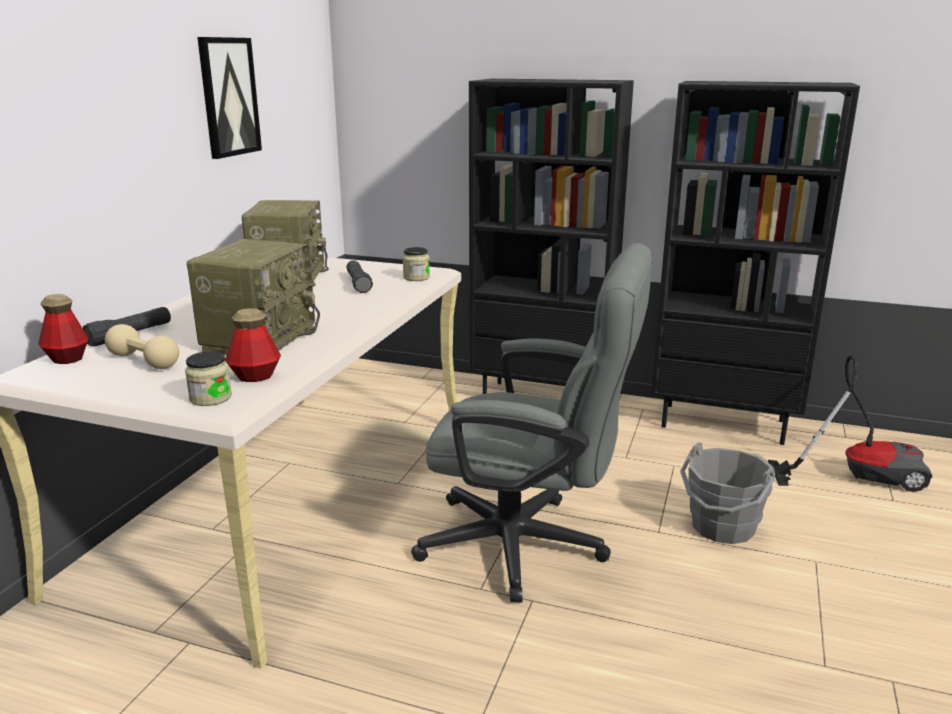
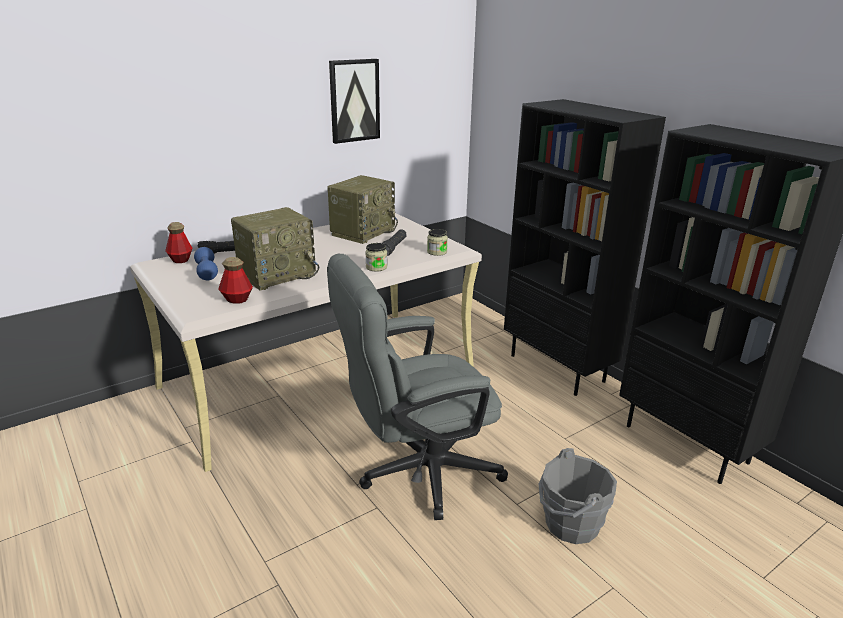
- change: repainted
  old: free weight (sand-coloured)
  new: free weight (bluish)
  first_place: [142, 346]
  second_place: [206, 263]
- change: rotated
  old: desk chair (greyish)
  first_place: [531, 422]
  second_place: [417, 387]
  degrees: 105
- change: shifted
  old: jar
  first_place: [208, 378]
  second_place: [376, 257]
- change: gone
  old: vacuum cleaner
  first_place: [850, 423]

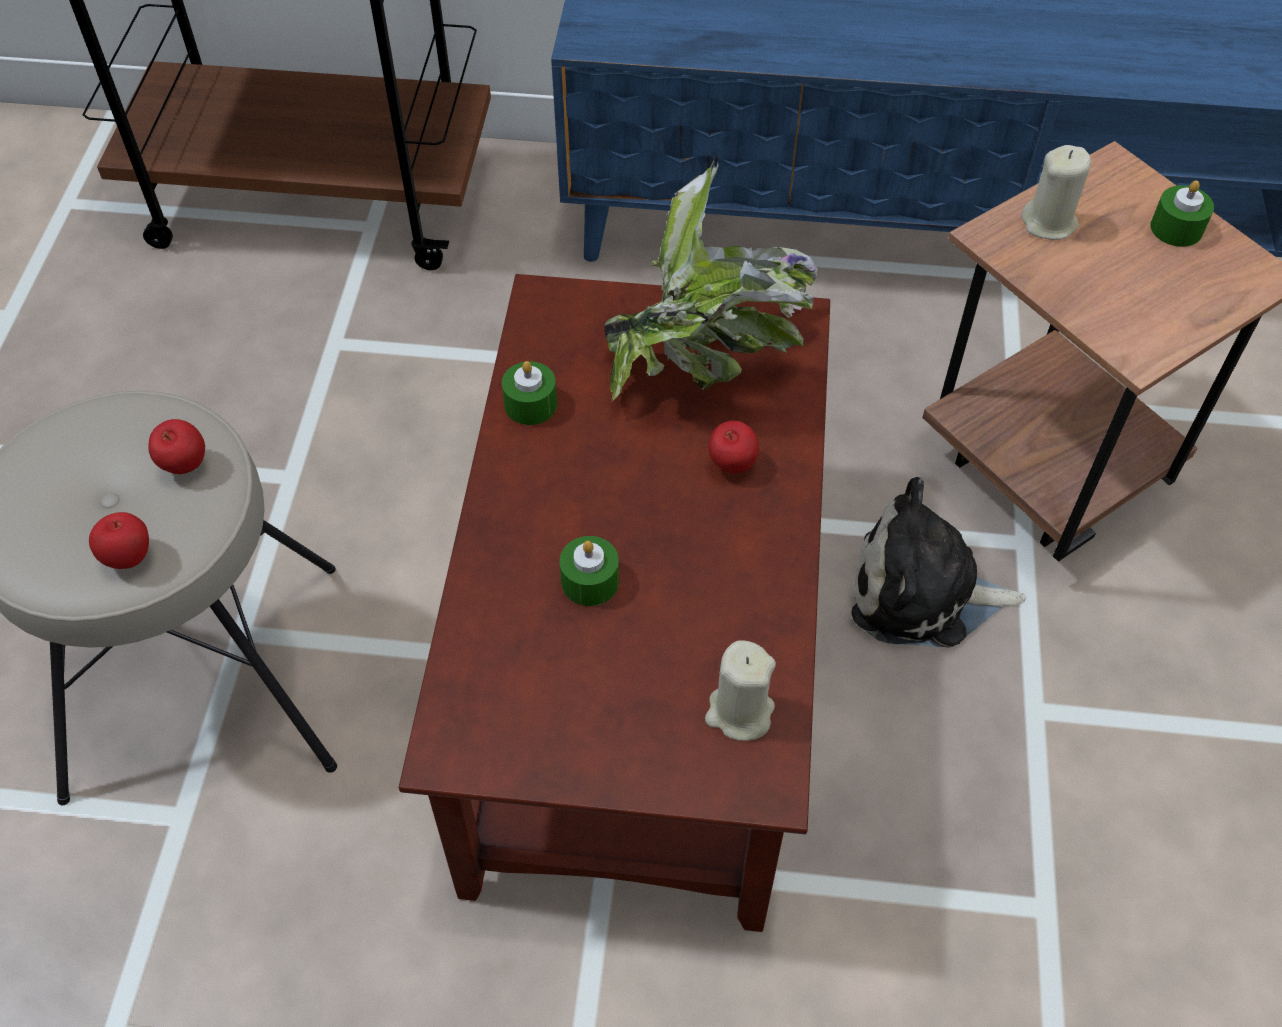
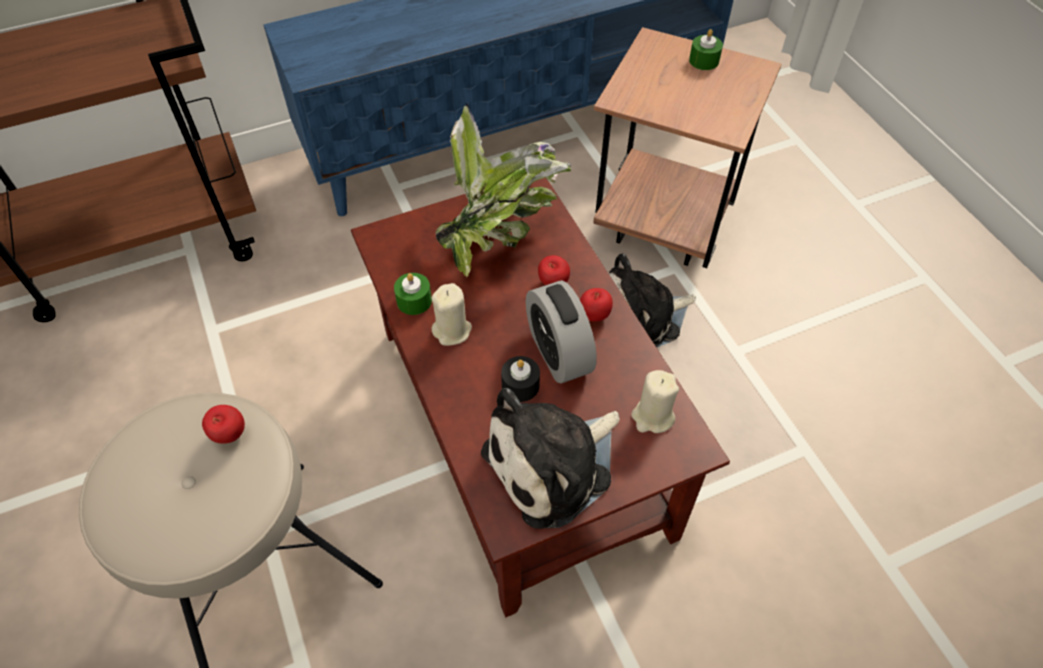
- change: shifted
  old: candle (sand-coloured)
  first_place: [1056, 192]
  second_place: [452, 314]
- change: new
  new: plush toy
  second_place: [550, 458]
- change: repainted
  old: candle (greenish)
  new: candle (blackish)
  first_place: [589, 571]
  second_place: [520, 379]
- change: new
  new: bedside clock
  second_place: [561, 332]
- change: shifted
  old: apple
  first_place: [119, 540]
  second_place: [596, 305]

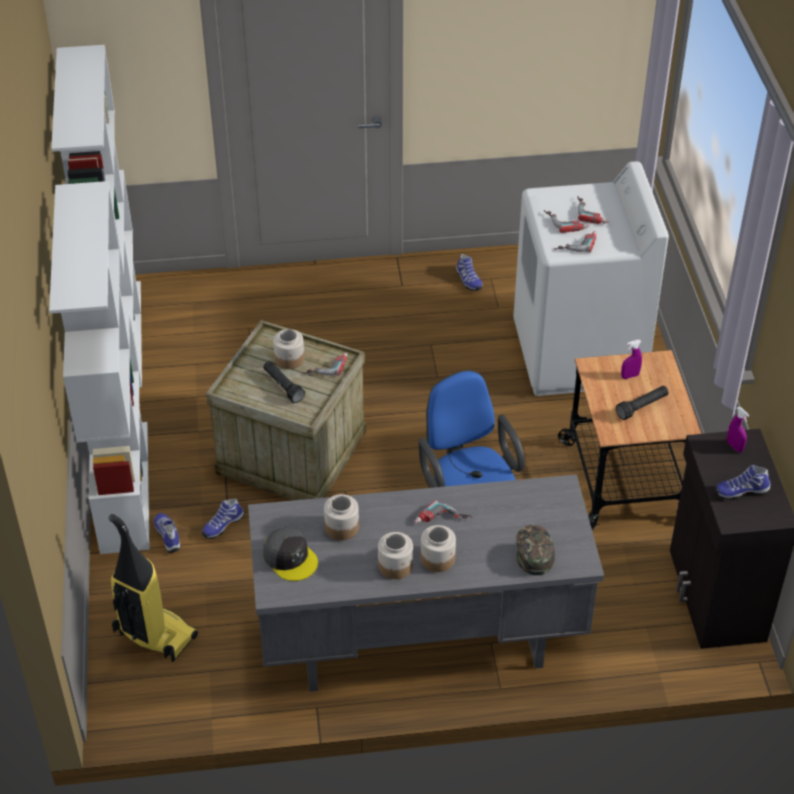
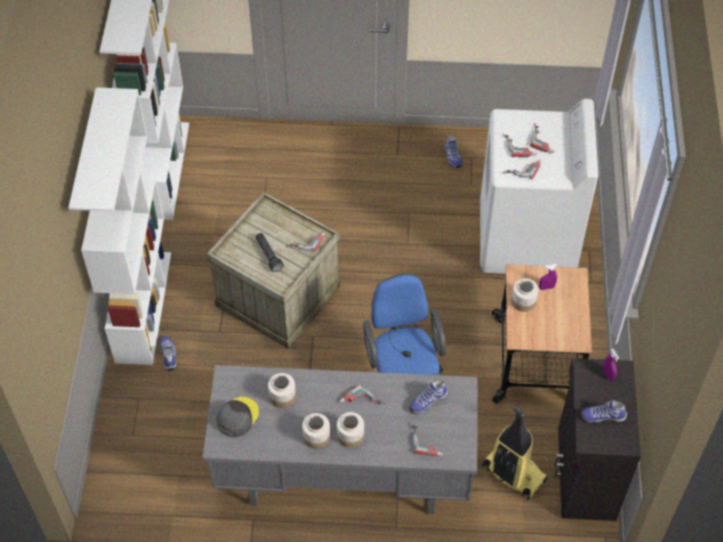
- change: rotated
  old: baseball cap (greyish)
  first_place: [290, 554]
  second_place: [238, 417]
  degrees: -120
- change: shifted
  old: shoe
  first_place: [223, 519]
  second_place: [428, 397]
- change: swapped
  old: baseball cap (greenish)
  new: drill
  first_place: [535, 550]
  second_place: [427, 439]
- change: shifted
  old: vacuum cleaner
  first_place: [153, 588]
  second_place: [515, 453]
- change: shifted
  old: jar
  first_place: [288, 349]
  second_place: [525, 295]
- change: gone
  old: torch (blackish)
  first_place: [642, 403]

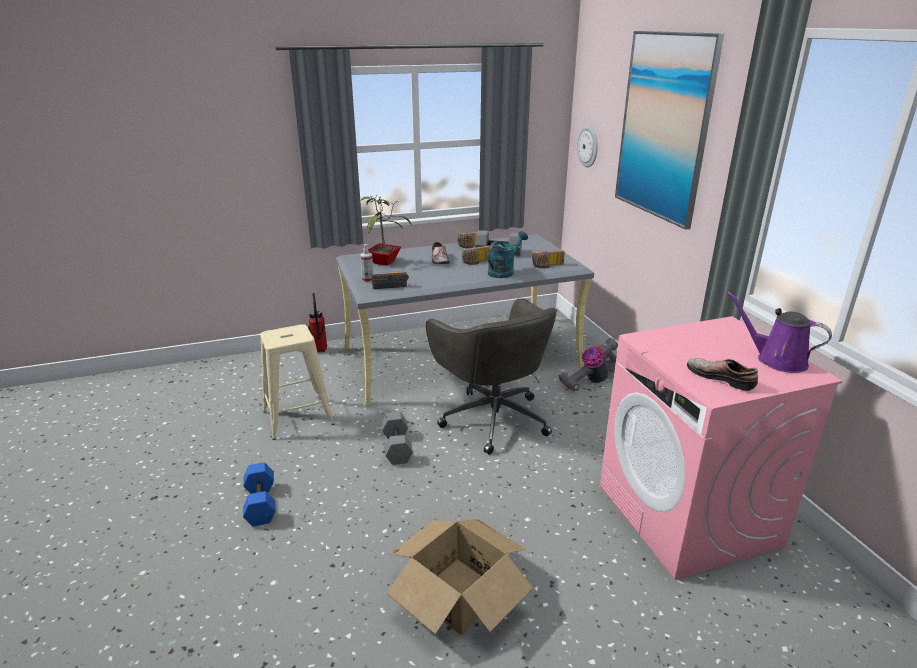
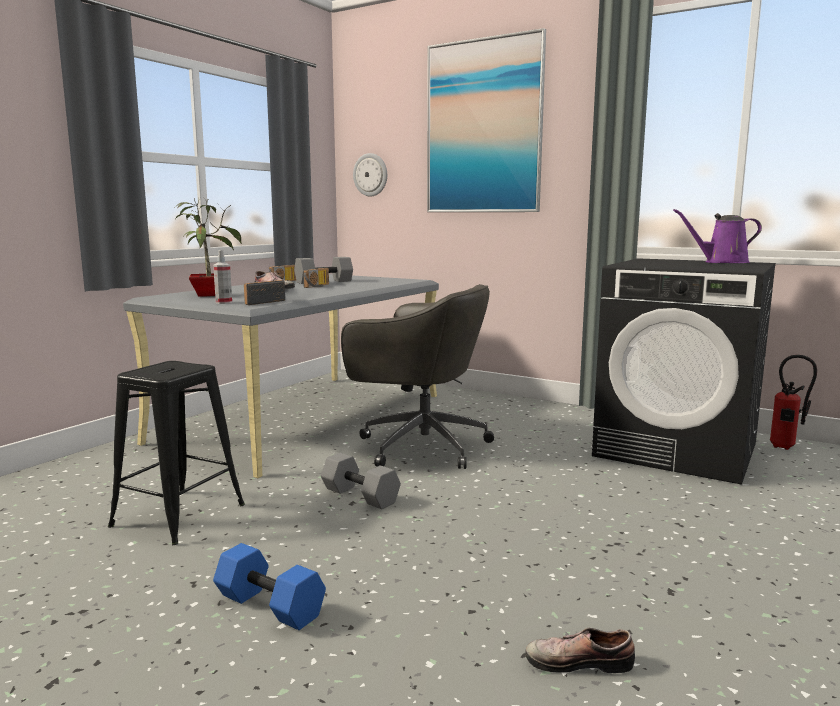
- change: repainted
  old: stool seat (sand-coloured)
  new: stool seat (blackish)
  first_place: [297, 382]
  second_place: [176, 453]
- change: shifted
  old: shoe
  first_place: [722, 374]
  second_place: [580, 650]
- change: repainted
  old: washing machine (pink)
  new: washing machine (blackish)
  first_place: [721, 448]
  second_place: [684, 371]
- change: shifted
  old: fire extinguisher
  first_place: [317, 323]
  second_place: [793, 402]
- change: gone
  old: carton
  first_place: [459, 577]
- change: gone
  old: watering pot (turquoise)
  first_place: [507, 254]
- change: gone
  old: radio receiver
  first_place: [548, 259]
- change: gone
  old: vacuum cleaner
  first_place: [588, 365]

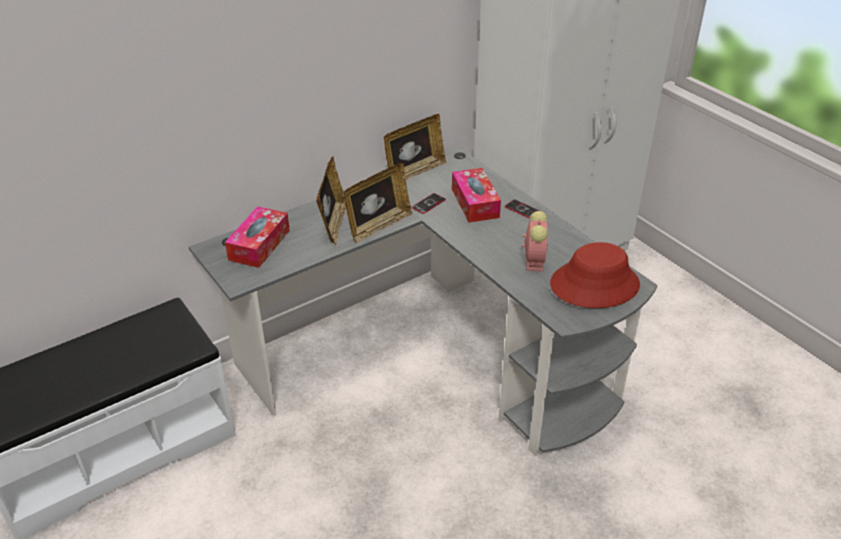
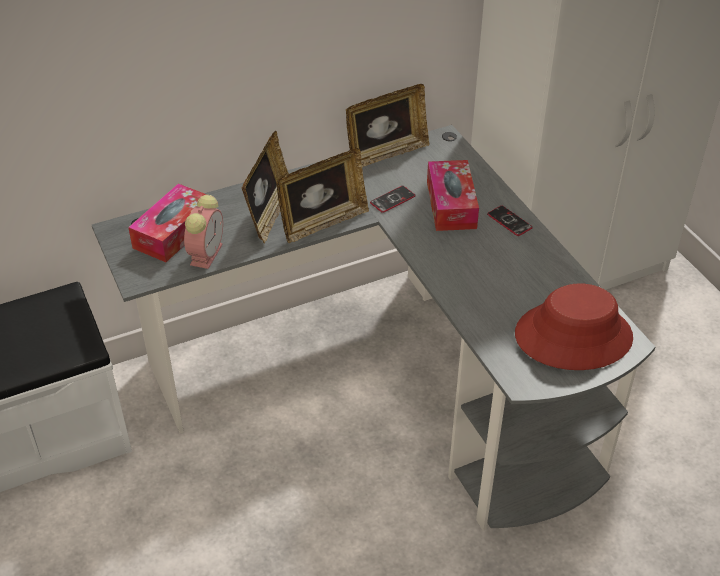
- change: shifted
  old: bedside clock
  first_place: [535, 241]
  second_place: [203, 232]

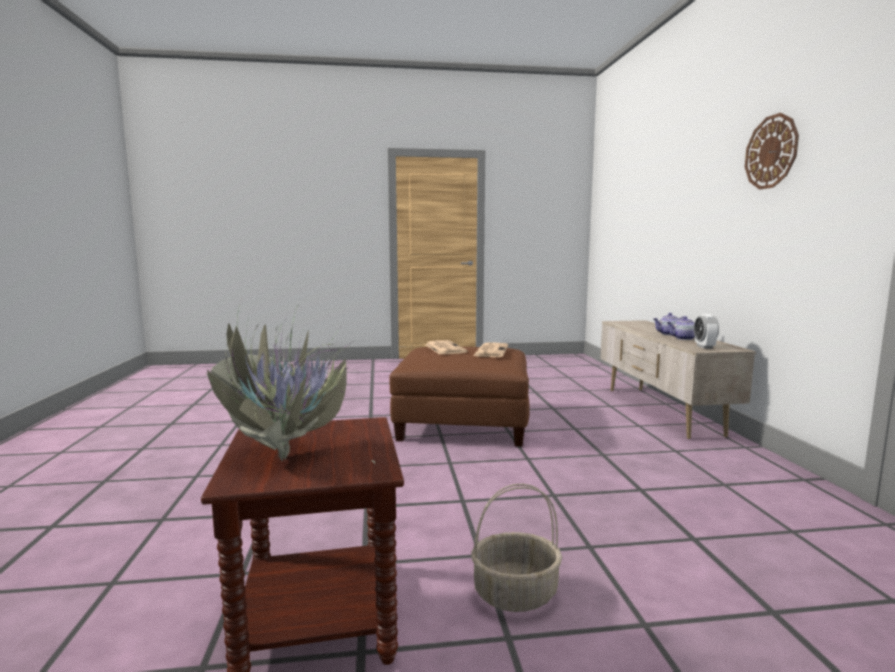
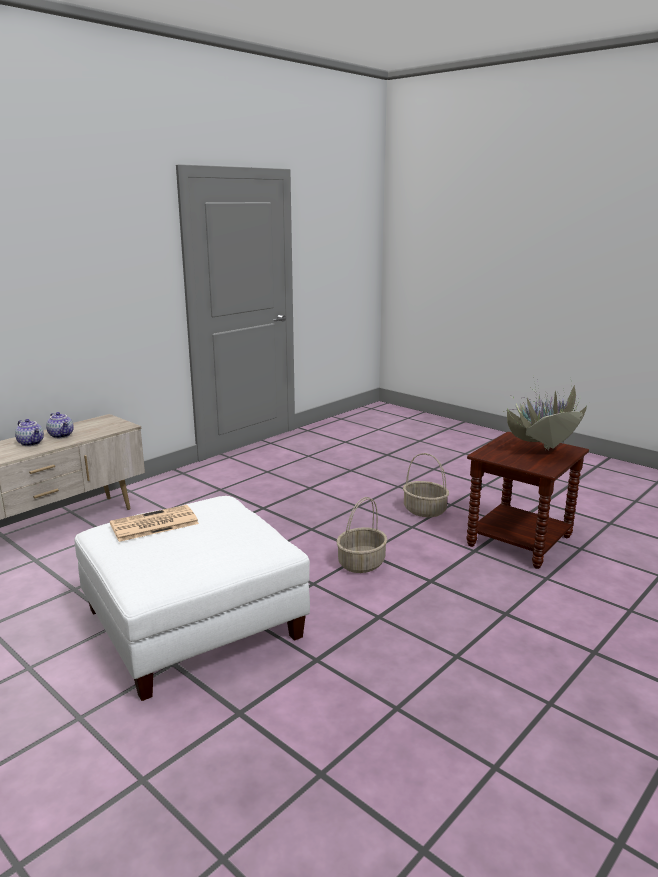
- change: repainted
  old: footrest (brown-coloured)
  new: footrest (white)
  first_place: [459, 396]
  second_place: [192, 598]
- change: new
  new: basket
  second_place: [361, 535]
- change: gone
  old: printed paper
  first_place: [446, 347]
- change: gone
  old: bedside clock
  first_place: [706, 331]
- change: gone
  old: hanging clock
  first_place: [772, 151]

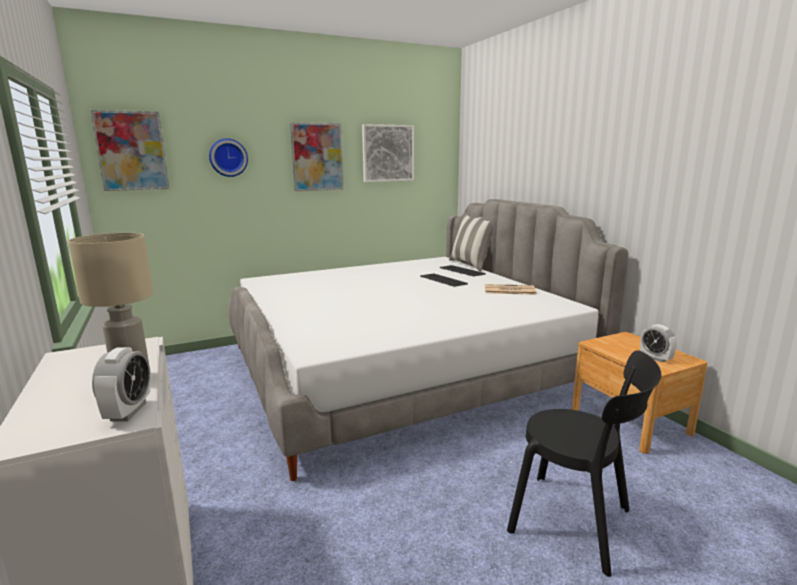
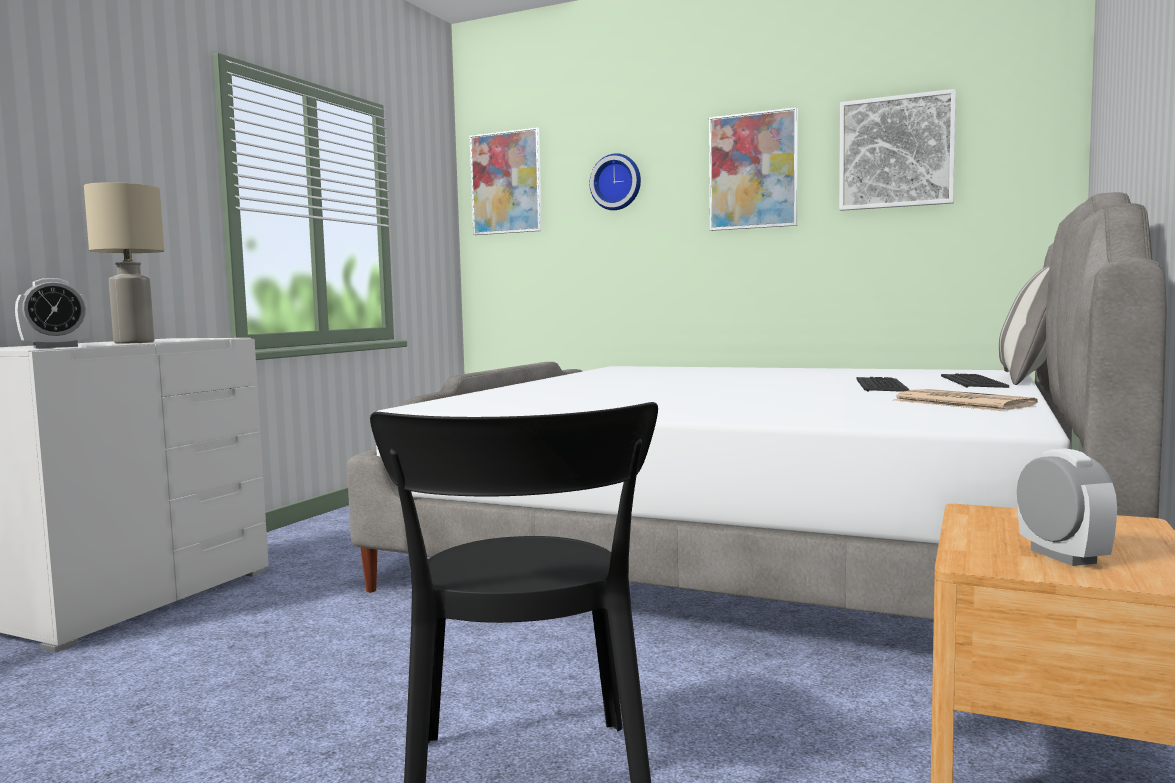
- change: rotated
  old: bedside clock
  first_place: [658, 343]
  second_place: [1067, 507]
  degrees: 150

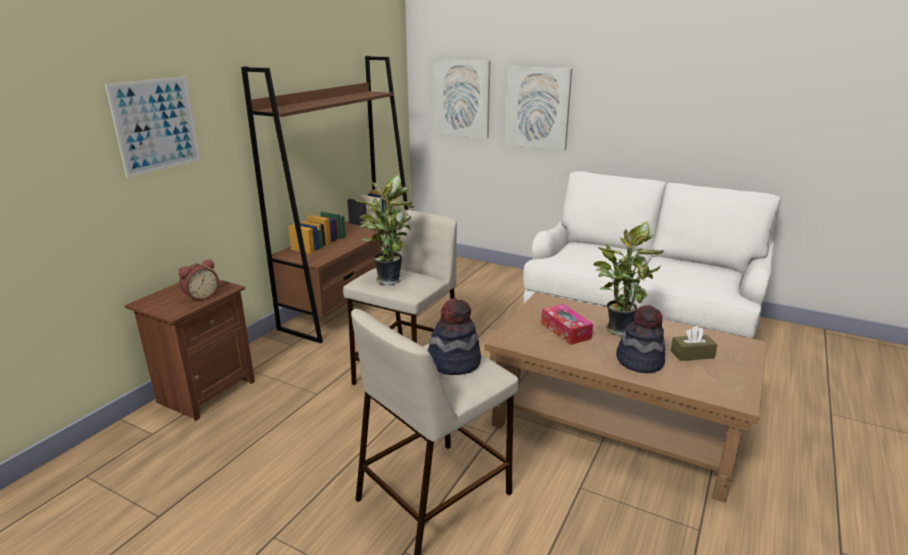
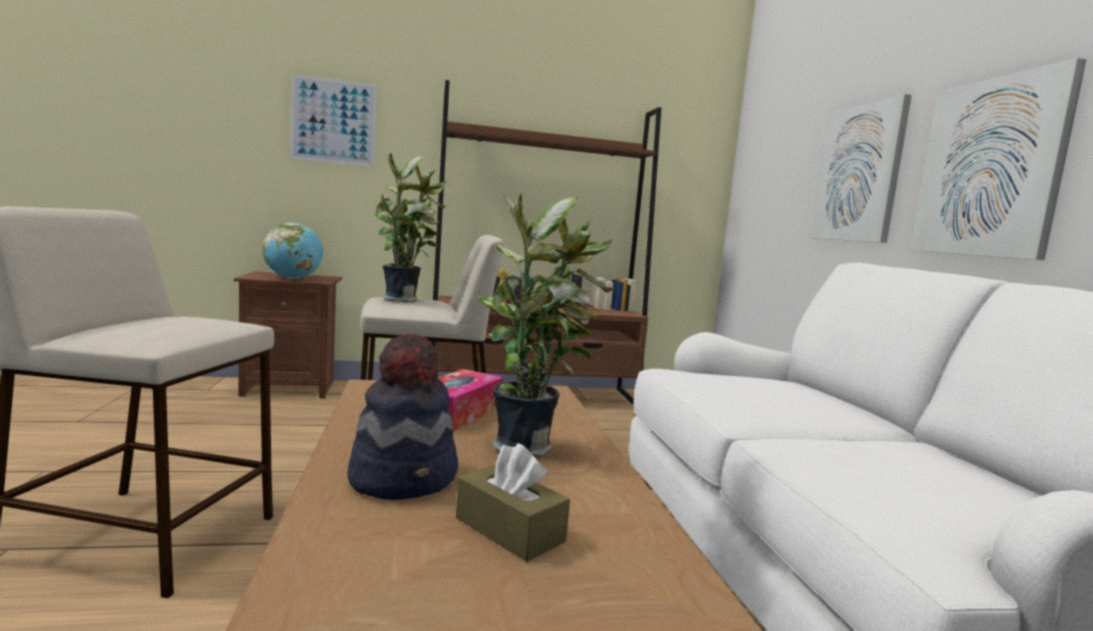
- change: swapped
  old: bedside clock
  new: desk globe
  first_place: [199, 280]
  second_place: [293, 250]
- change: shifted
  old: wall picture
  first_place: [462, 98]
  second_place: [999, 159]
- change: gone
  old: clothing hat
  first_place: [454, 336]

